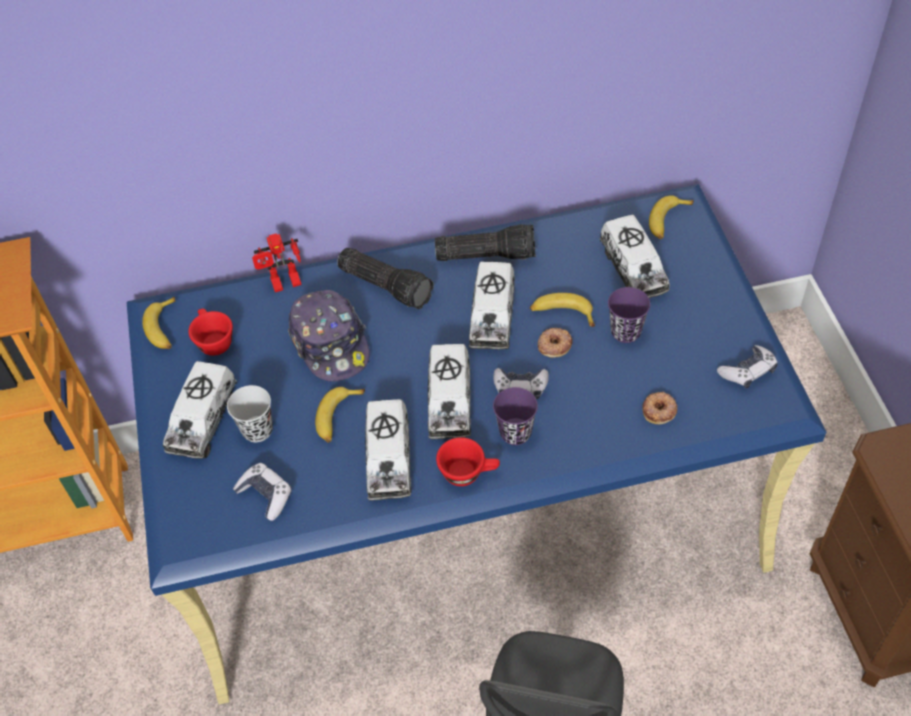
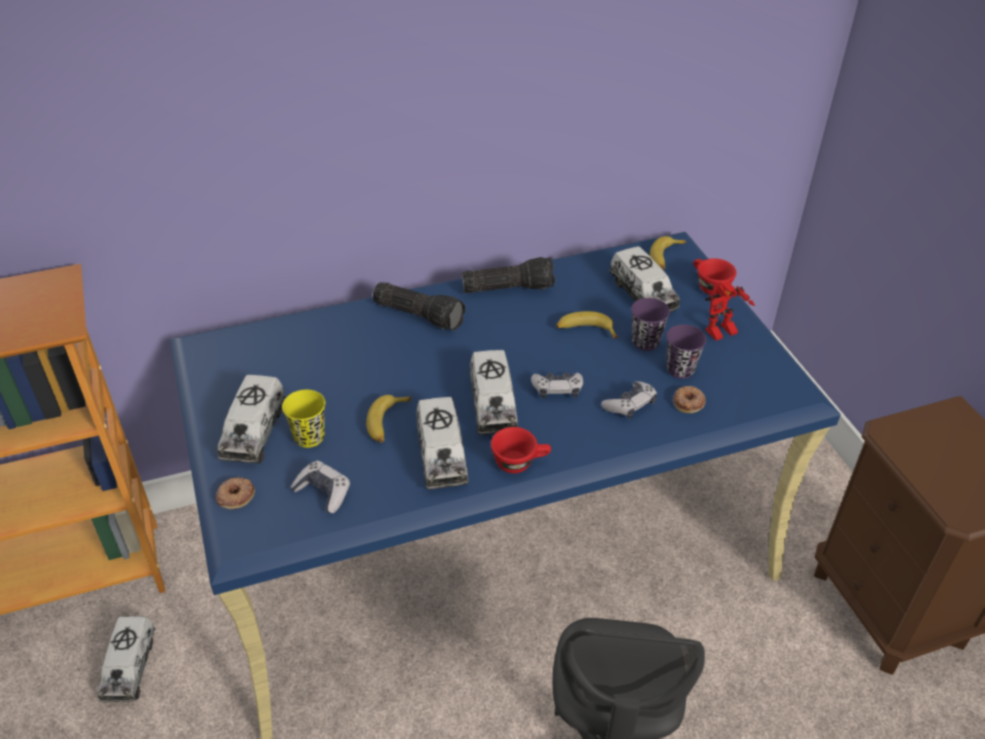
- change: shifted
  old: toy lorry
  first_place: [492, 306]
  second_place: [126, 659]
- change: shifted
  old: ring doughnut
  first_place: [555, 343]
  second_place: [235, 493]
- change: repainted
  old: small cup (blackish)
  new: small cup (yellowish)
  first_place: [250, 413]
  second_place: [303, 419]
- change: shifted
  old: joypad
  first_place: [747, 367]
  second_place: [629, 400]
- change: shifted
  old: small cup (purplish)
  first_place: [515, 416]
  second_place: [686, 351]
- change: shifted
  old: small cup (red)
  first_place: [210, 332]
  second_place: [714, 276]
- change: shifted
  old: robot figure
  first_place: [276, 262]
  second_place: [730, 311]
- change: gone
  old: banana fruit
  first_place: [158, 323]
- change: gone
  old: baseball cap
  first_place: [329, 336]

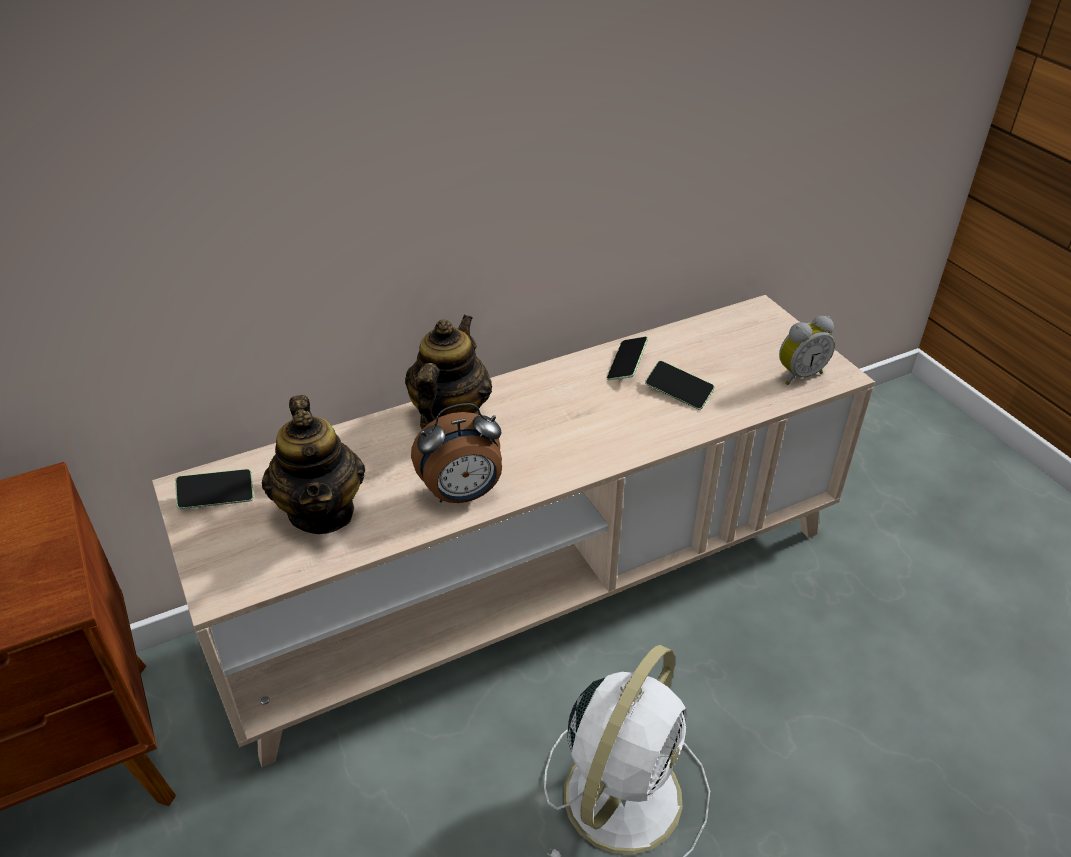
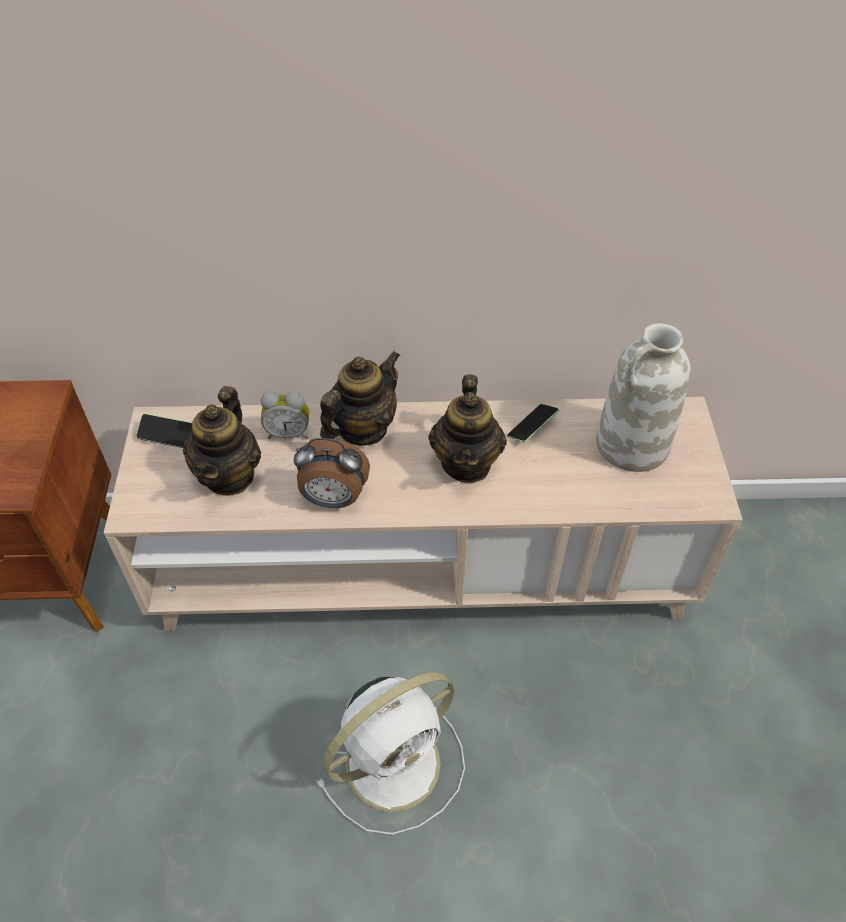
- change: shifted
  old: bedside clock
  first_place: [807, 350]
  second_place: [285, 415]
- change: new
  new: pot for tea
  second_place: [468, 428]
- change: new
  new: vase (white)
  second_place: [643, 397]
- change: gone
  old: phone
  first_place: [680, 385]

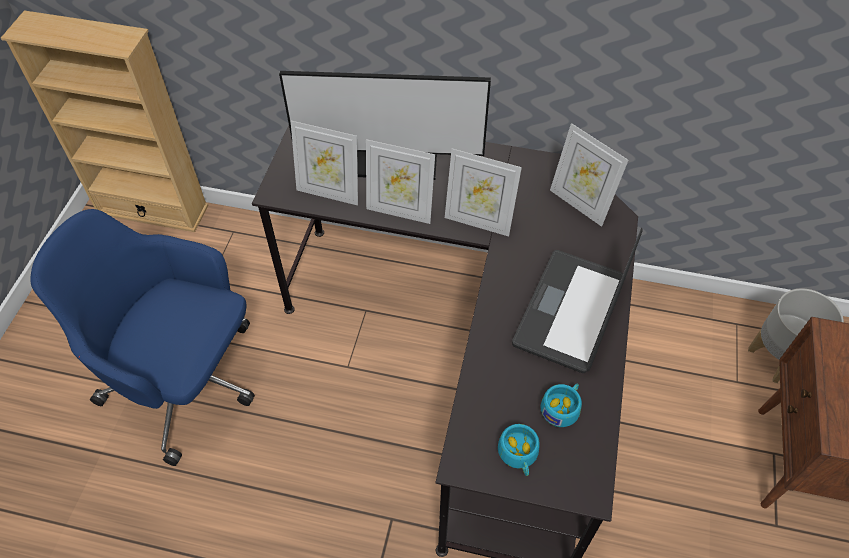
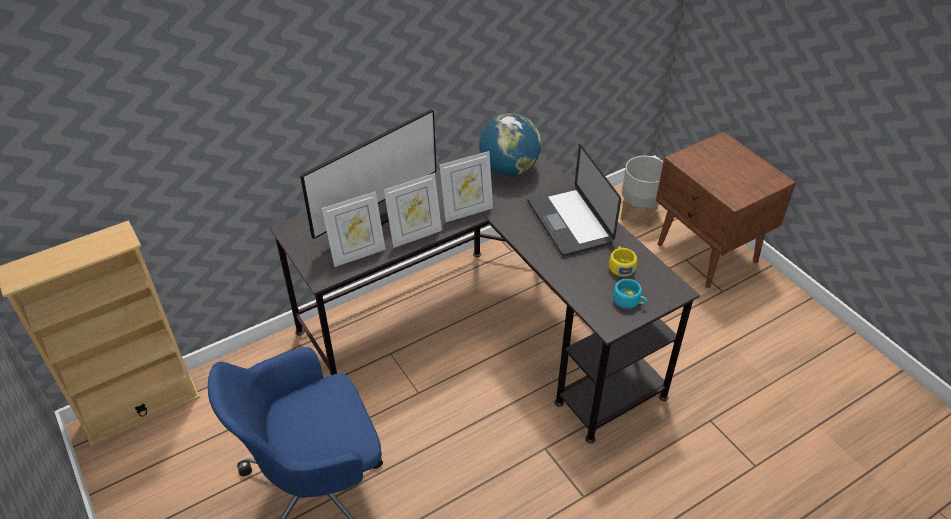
- change: swapped
  old: standing frame
  new: desk globe
  first_place: [589, 175]
  second_place: [510, 144]
- change: repainted
  old: small cup (turquoise)
  new: small cup (yellowish)
  first_place: [561, 405]
  second_place: [623, 261]

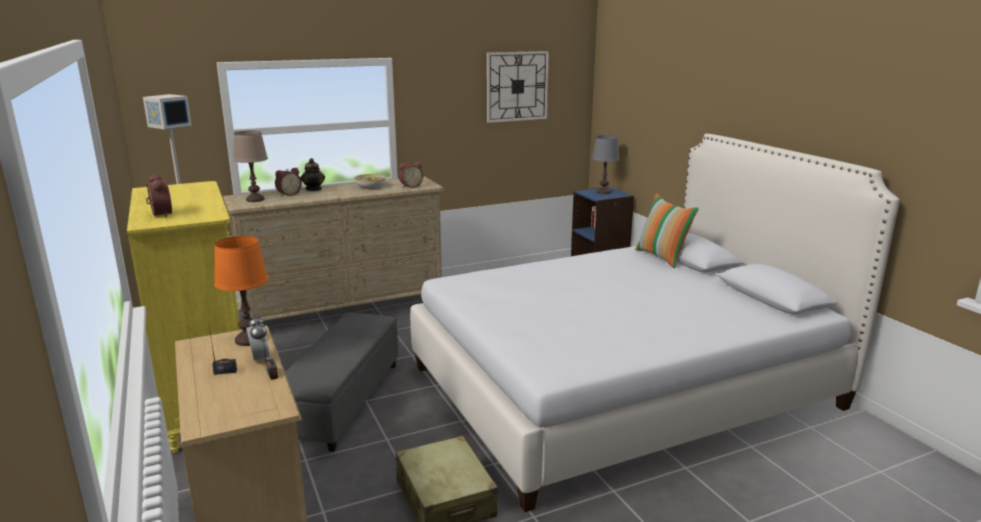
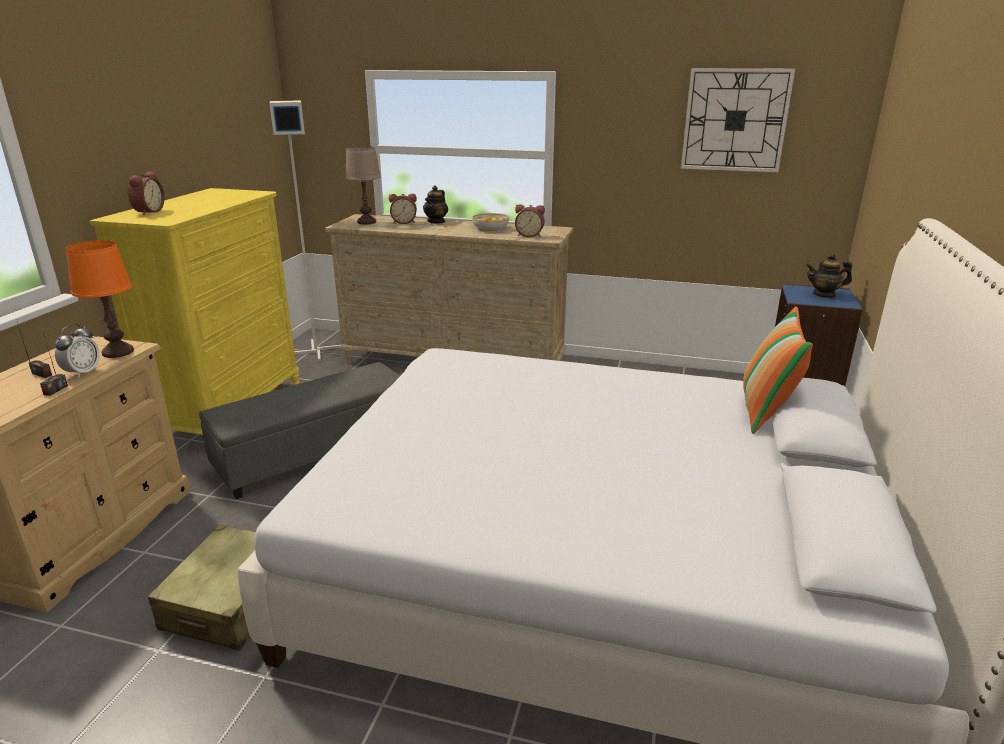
- change: swapped
  old: lamp for a table (greyish)
  new: pot for tea
  first_place: [605, 164]
  second_place: [829, 275]

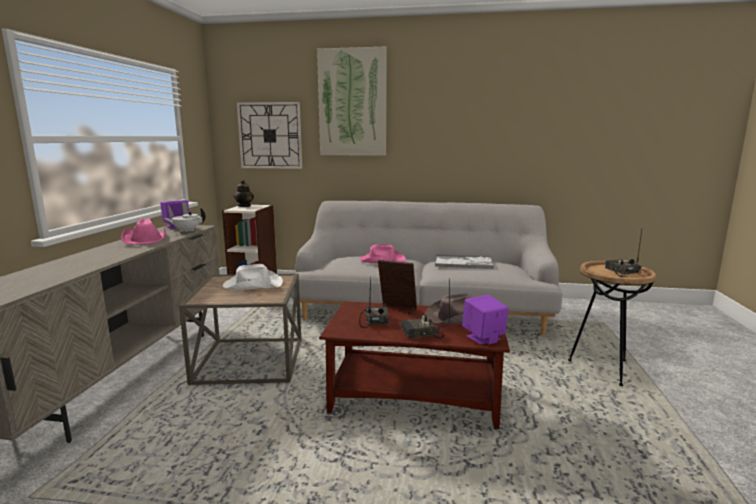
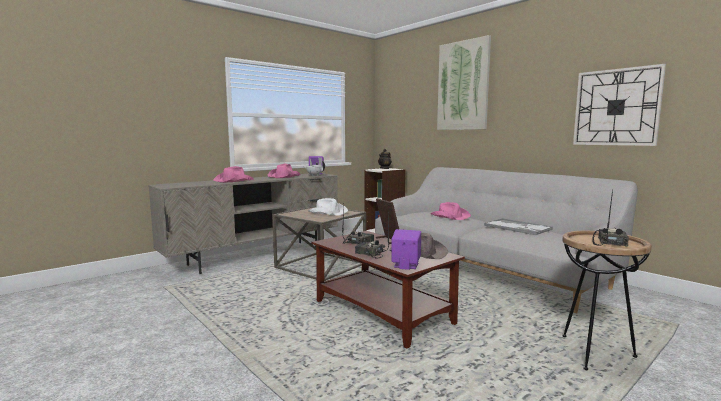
- change: new
  new: clothing hat (pink)
  second_place: [233, 174]
- change: shifted
  old: hanging clock
  first_place: [269, 135]
  second_place: [619, 105]

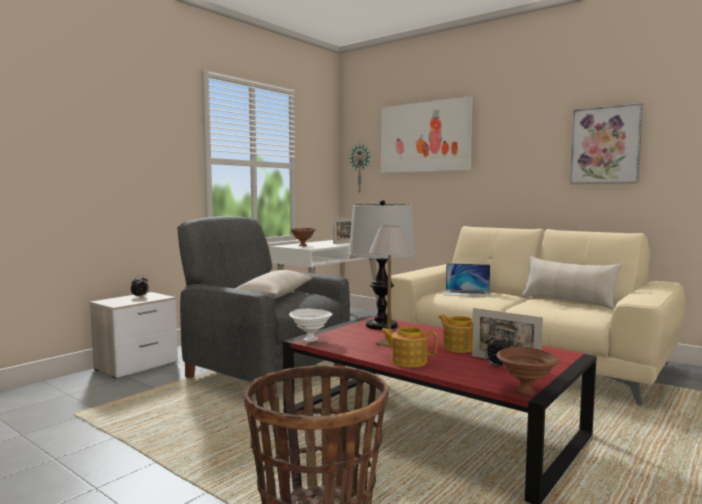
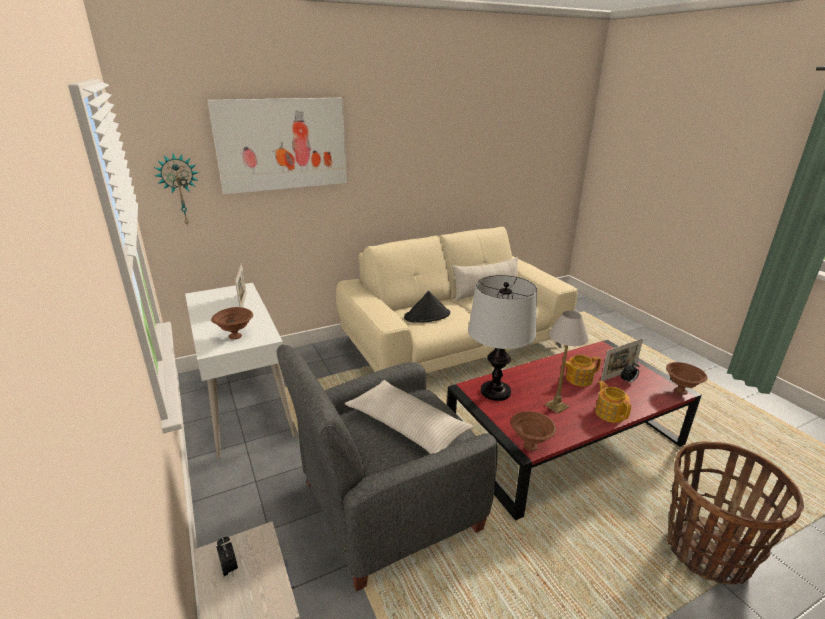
- change: swapped
  old: notebook computer
  new: clothing hat (blackish)
  first_place: [467, 280]
  second_place: [427, 307]
- change: repainted
  old: deep dish (white)
  new: deep dish (brown-coloured)
  first_place: [311, 325]
  second_place: [533, 431]
- change: rotated
  old: pot for tea
  first_place: [408, 347]
  second_place: [613, 402]
  degrees: 120
- change: gone
  old: wall picture
  first_place: [606, 143]

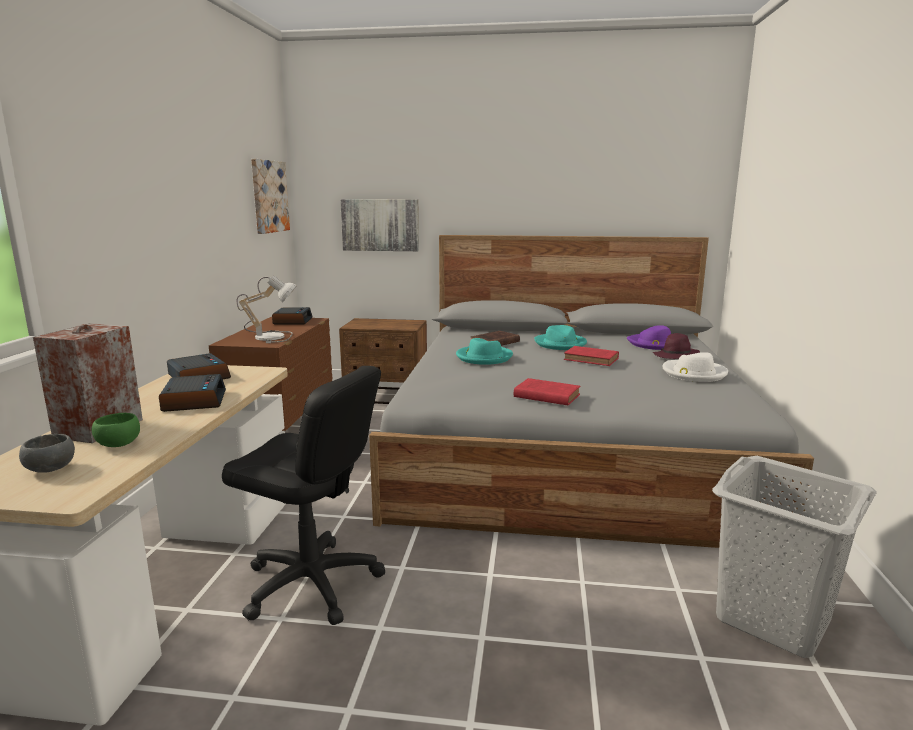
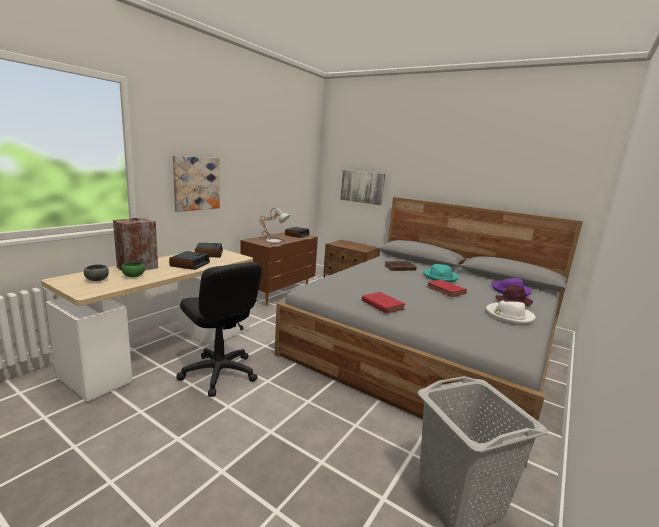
- change: shifted
  old: wall picture
  first_place: [270, 196]
  second_place: [196, 184]
- change: gone
  old: clothing hat (turquoise)
  first_place: [484, 351]

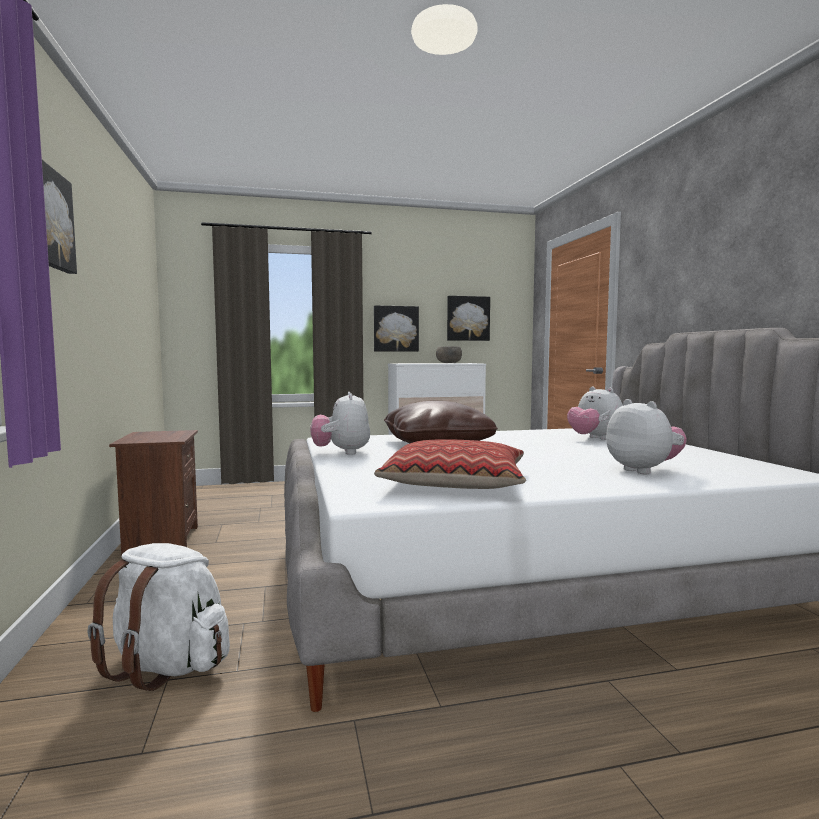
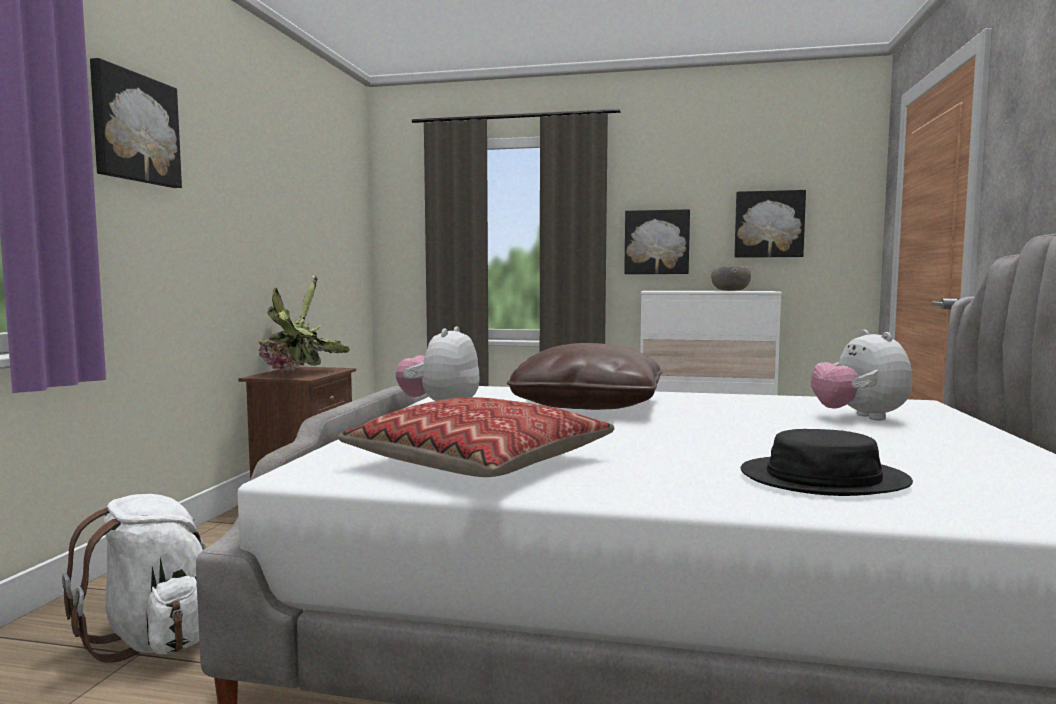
- change: new
  new: potted plant
  second_place: [304, 323]
- change: swapped
  old: plush toy
  new: clothing hat (blackish)
  first_place: [646, 436]
  second_place: [827, 462]

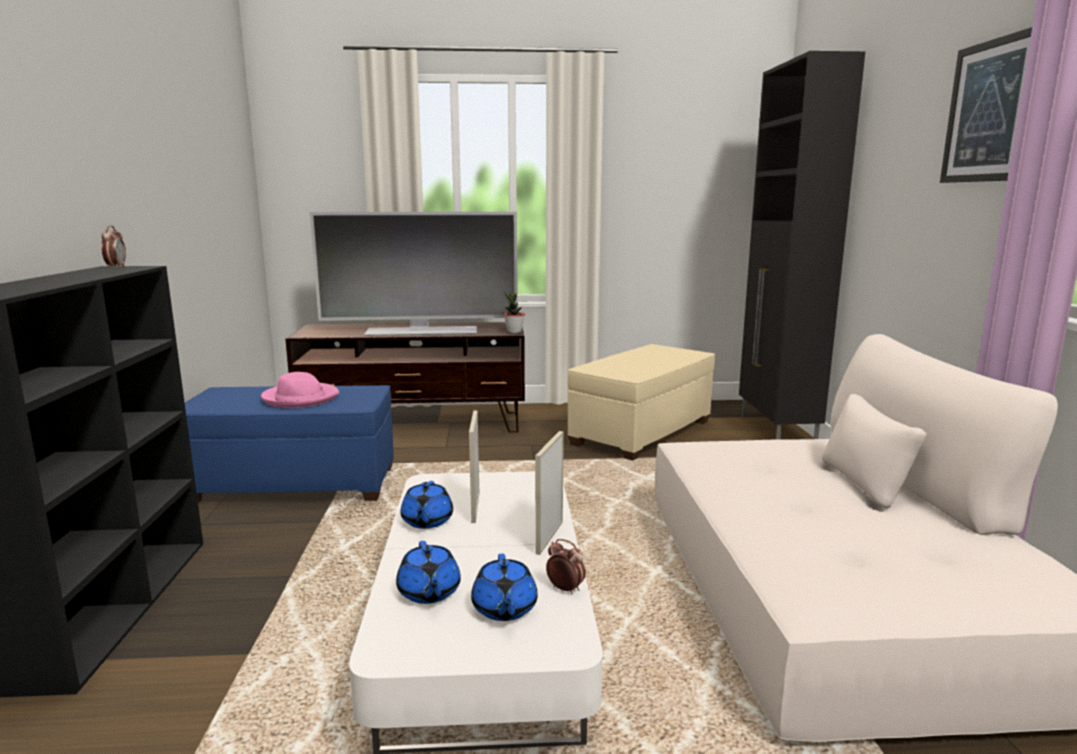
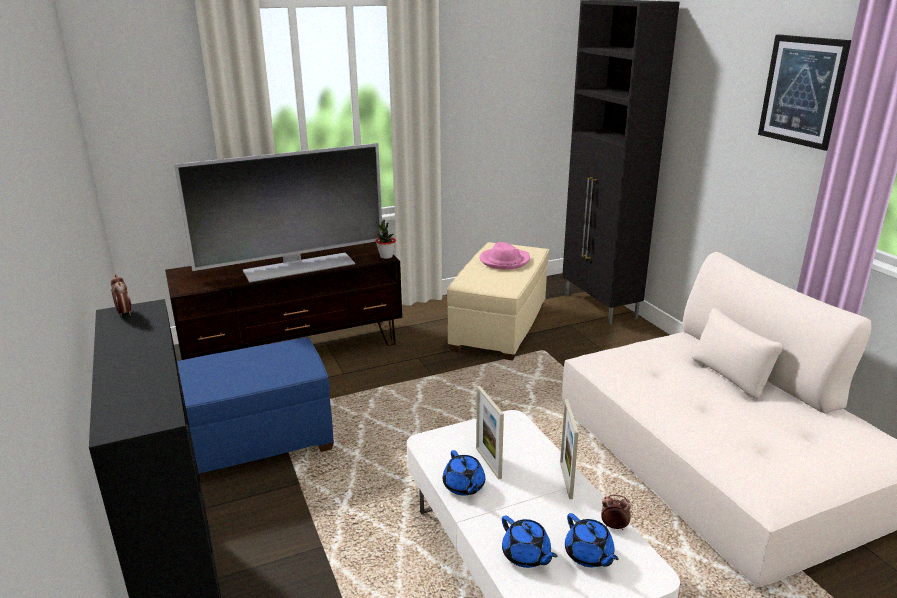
- change: shifted
  old: clothing hat (pink)
  first_place: [300, 390]
  second_place: [505, 255]

